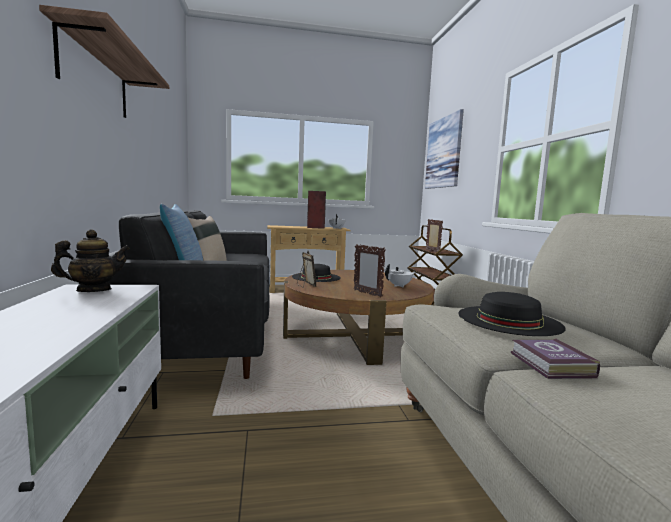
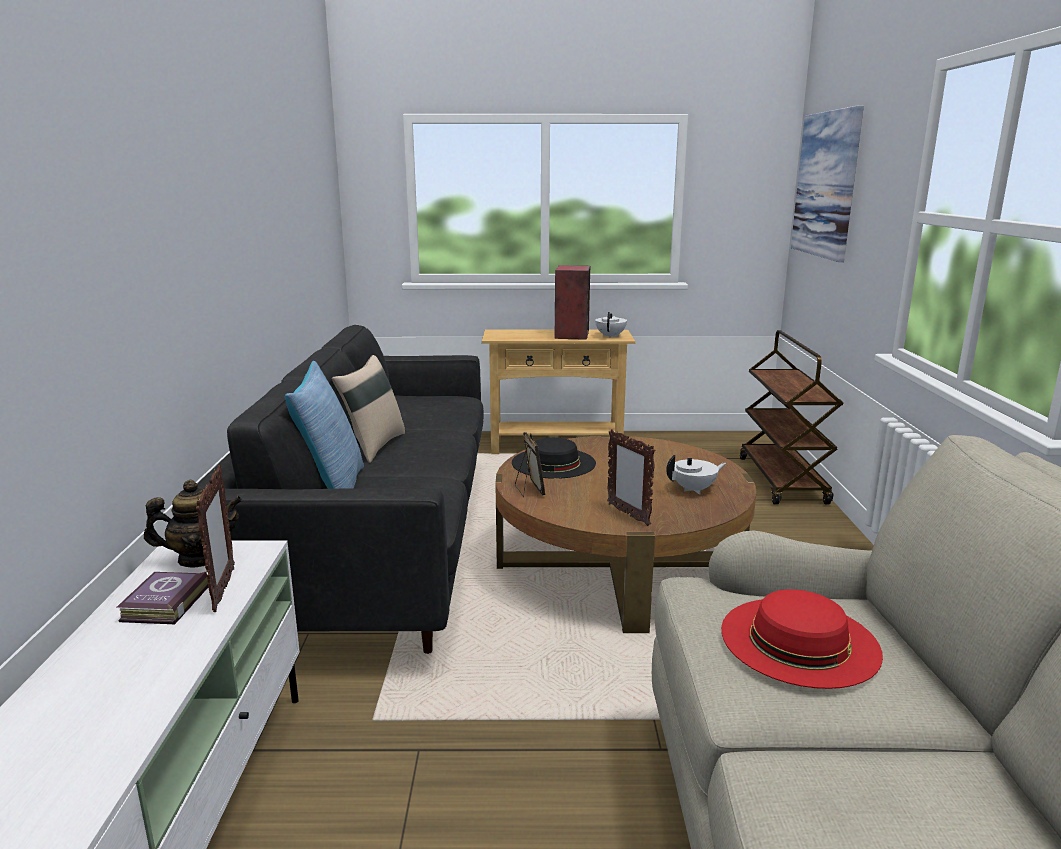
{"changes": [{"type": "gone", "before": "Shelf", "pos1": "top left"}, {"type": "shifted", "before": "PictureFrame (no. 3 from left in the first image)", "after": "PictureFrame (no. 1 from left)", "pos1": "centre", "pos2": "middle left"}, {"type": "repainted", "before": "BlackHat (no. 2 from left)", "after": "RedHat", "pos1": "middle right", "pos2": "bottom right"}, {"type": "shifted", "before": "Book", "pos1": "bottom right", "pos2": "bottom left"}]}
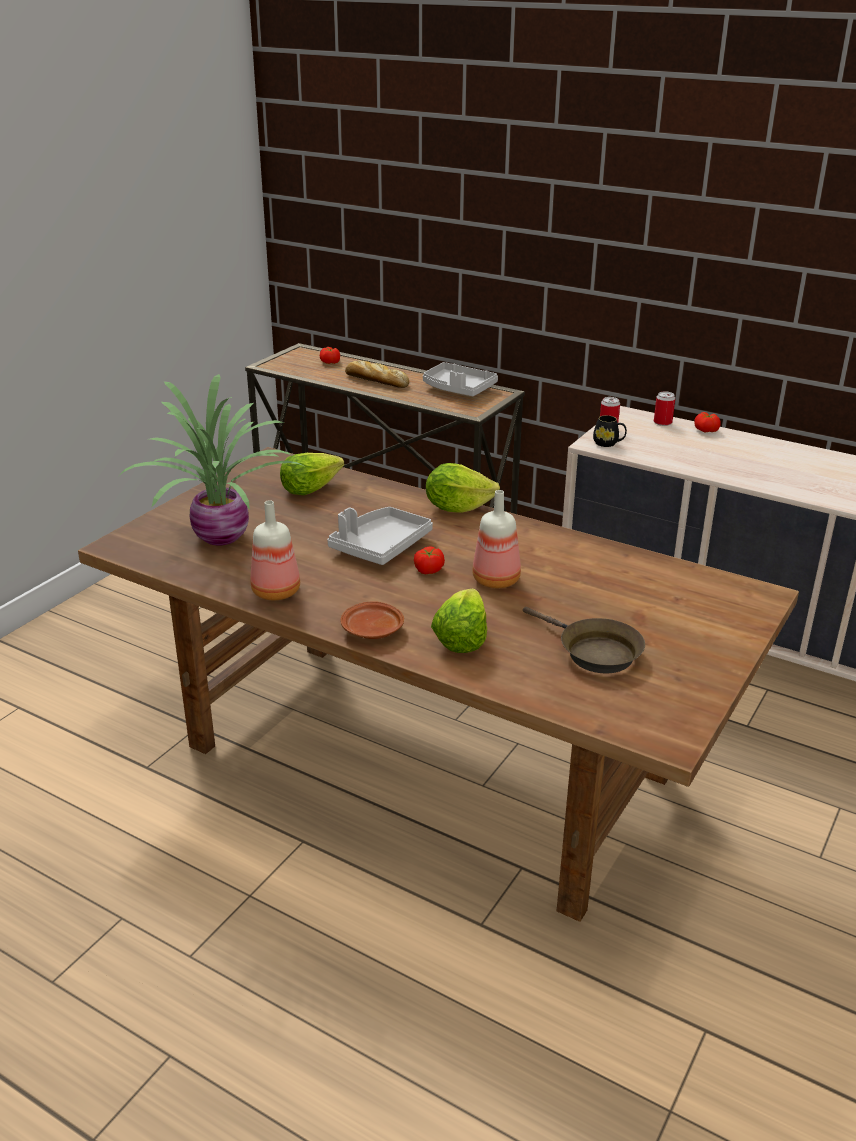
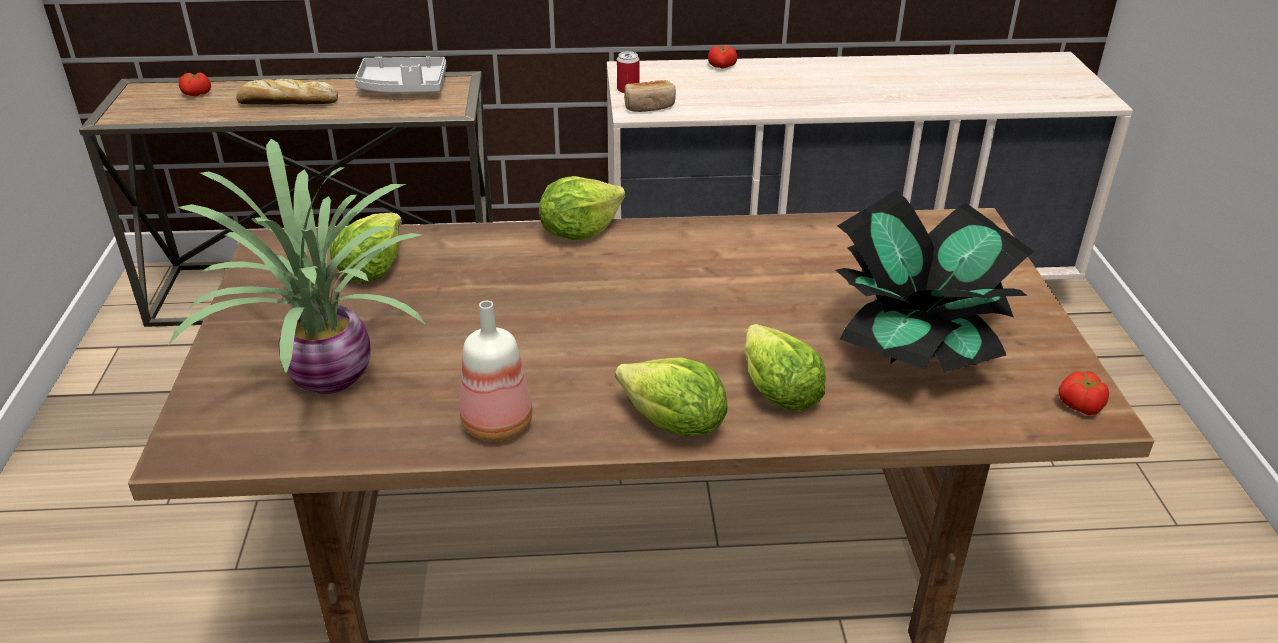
{"changes": [{"type": "gone", "before": "GreyTray (no. 1 from left)", "pos1": "centre"}, {"type": "swapped", "before": "BrownPlate", "after": "Lettuce (no. 3 from left)", "pos1": "centre", "pos2": "centre"}, {"type": "shifted", "before": "Tomato (no. 2 from left in the first image)", "after": "Tomato (no. 3 from left)", "pos1": "centre", "pos2": "middle right"}, {"type": "gone", "before": "Bottle (no. 2 from left)", "pos1": "centre"}, {"type": "swapped", "before": "BrownFryingPan", "after": "PottedPlant (no. 2 from left)", "pos1": "middle right", "pos2": "middle right"}, {"type": "swapped", "before": "BlackMug", "after": "Bread (no. 2 from left)", "pos1": "middle right", "pos2": "top centre"}, {"type": "gone", "before": "Can (no. 2 from left)", "pos1": "middle right"}]}
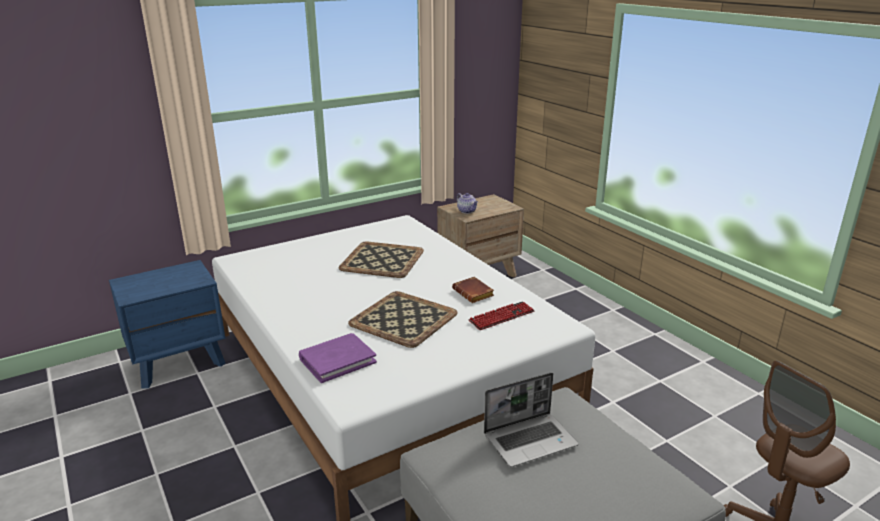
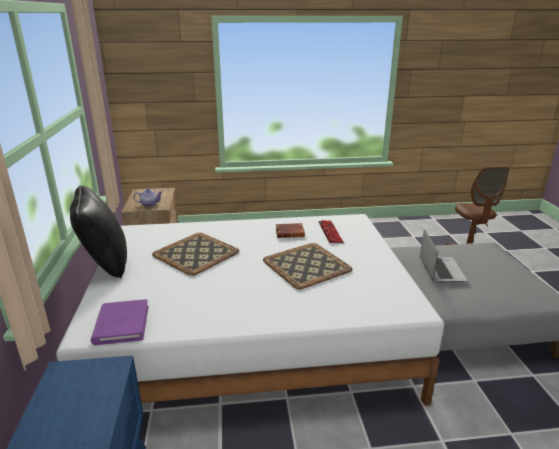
{"changes": [{"type": "shifted", "before": "PurpleBook", "pos1": "bottom centre", "pos2": "bottom left"}, {"type": "new", "after": "BlackPillow", "pos2": "middle left"}]}
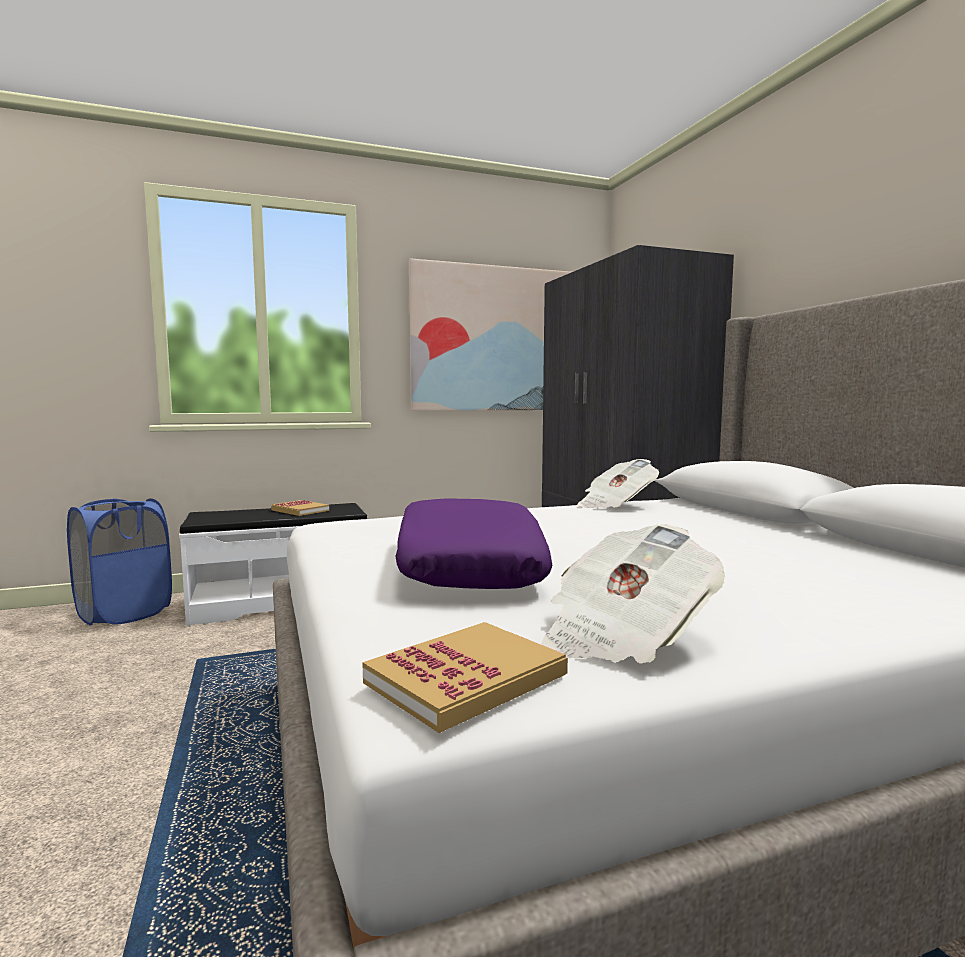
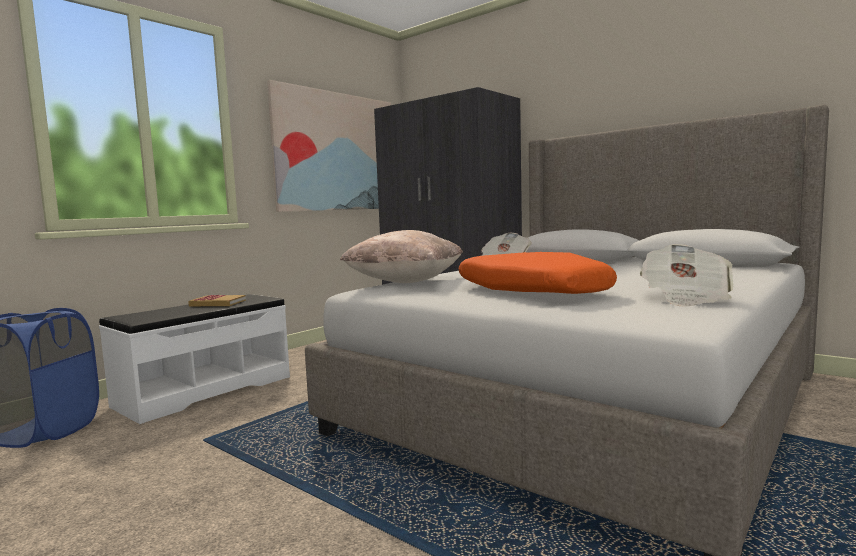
{"changes": [{"type": "gone", "before": "Book (no. 2 from left)", "pos1": "bottom centre"}, {"type": "repainted", "before": "PurplePillow", "after": "OrangePillow", "pos1": "centre", "pos2": "centre"}, {"type": "new", "after": "BeigePillow", "pos2": "centre"}]}
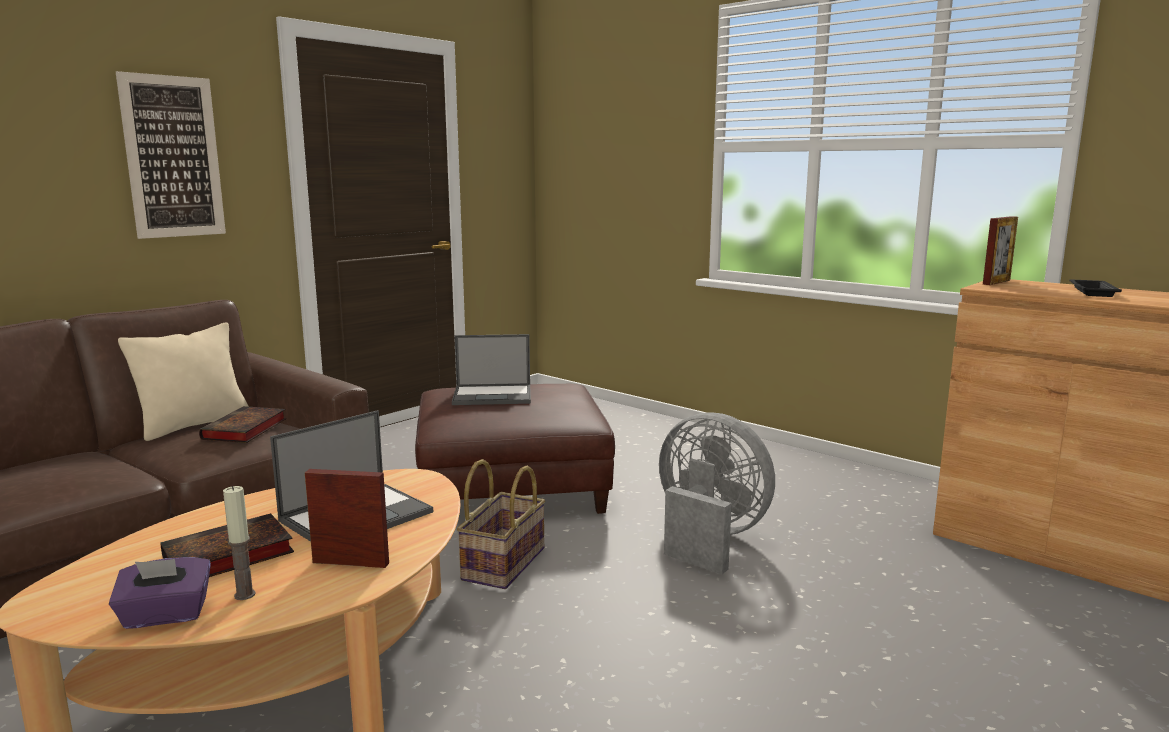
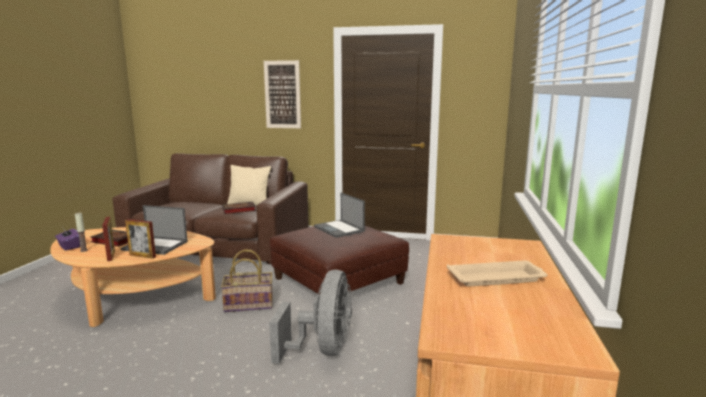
{"changes": [{"type": "shifted", "before": "PictureFrame (no. 2 from left)", "pos1": "middle right", "pos2": "middle left"}, {"type": "repainted", "before": "BlackTray", "after": "BeigeTray", "pos1": "middle right", "pos2": "bottom right"}]}
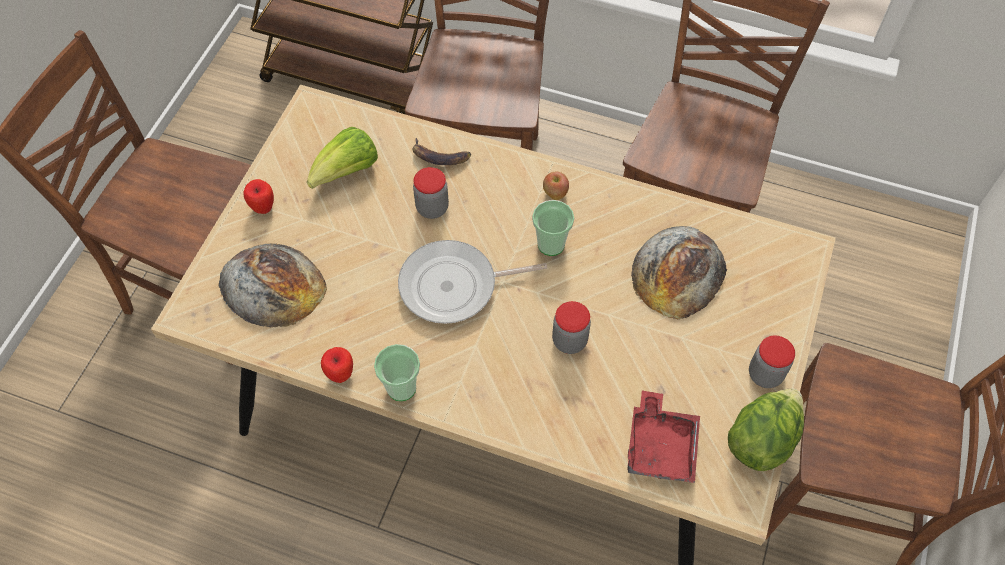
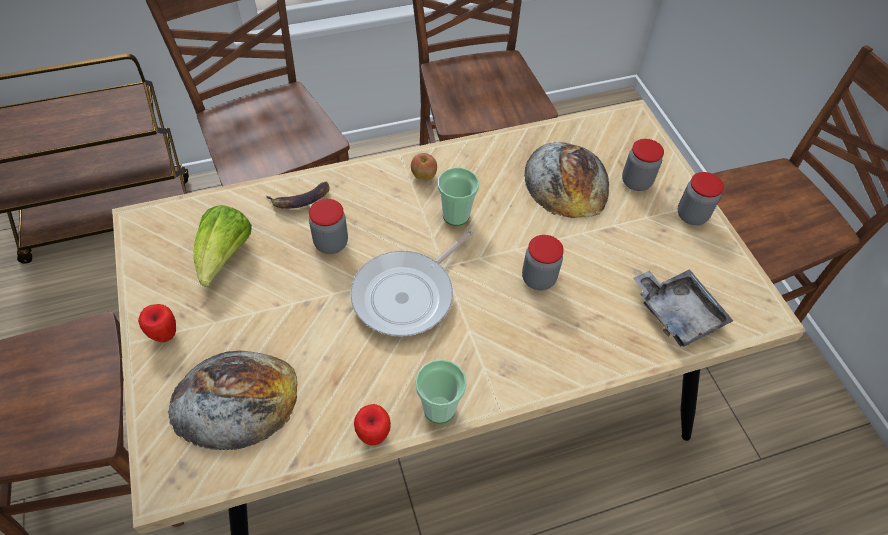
{"changes": [{"type": "repainted", "before": "RedTray", "after": "GreyTray", "pos1": "bottom centre", "pos2": "middle right"}, {"type": "gone", "before": "Lettuce (no. 2 from left)", "pos1": "bottom right"}, {"type": "new", "after": "Jar (no. 3 from left)", "pos2": "top right"}]}
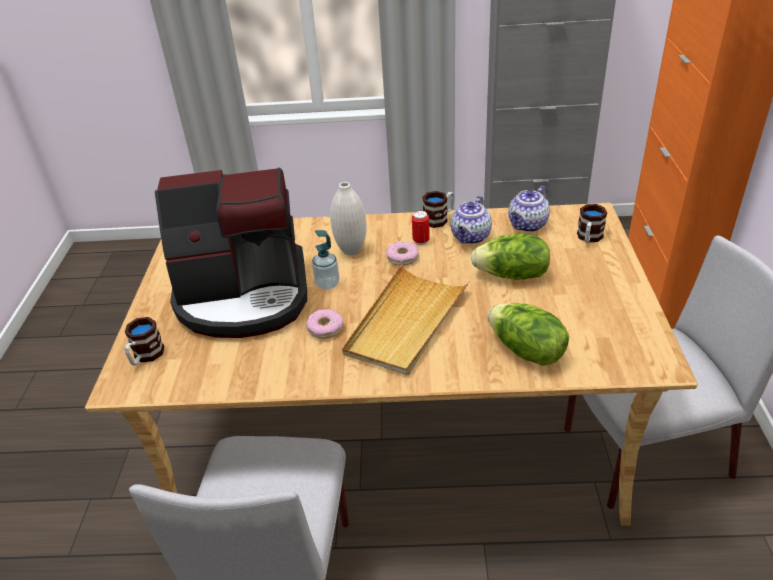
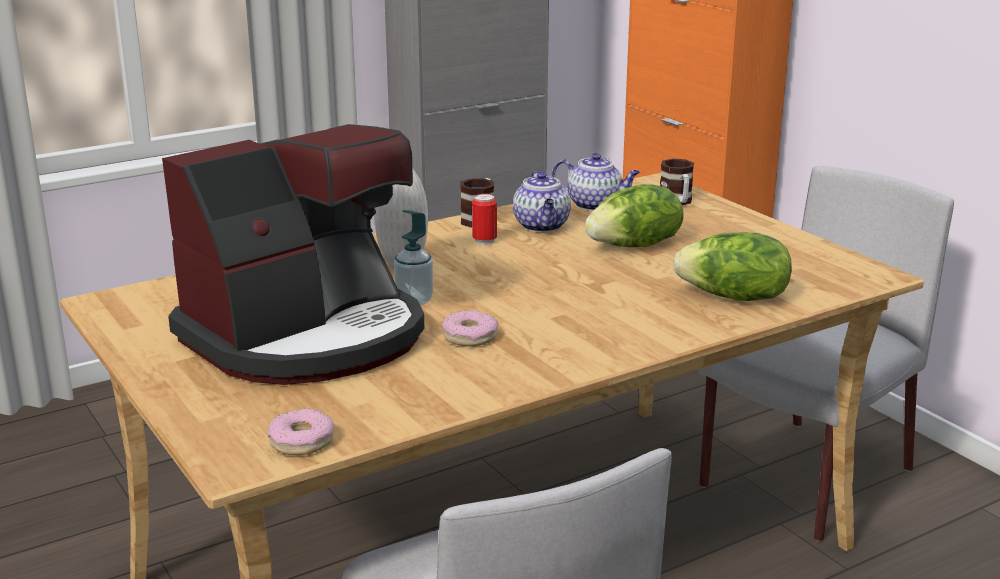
{"changes": [{"type": "gone", "before": "Mug (no. 1 from left)", "pos1": "middle left"}, {"type": "gone", "before": "BeigeTray", "pos1": "centre"}, {"type": "shifted", "before": "Donut (no. 2 from left in the first image)", "after": "Donut (no. 1 from left)", "pos1": "centre", "pos2": "bottom left"}, {"type": "rotated", "before": "Teapot (no. 2 from left)", "pos1": "middle right", "pos2": "top centre", "turn": -75}]}
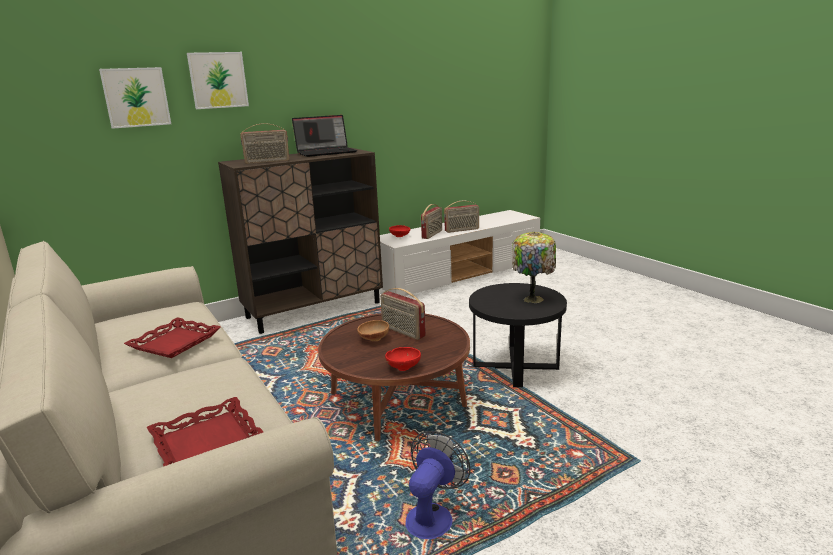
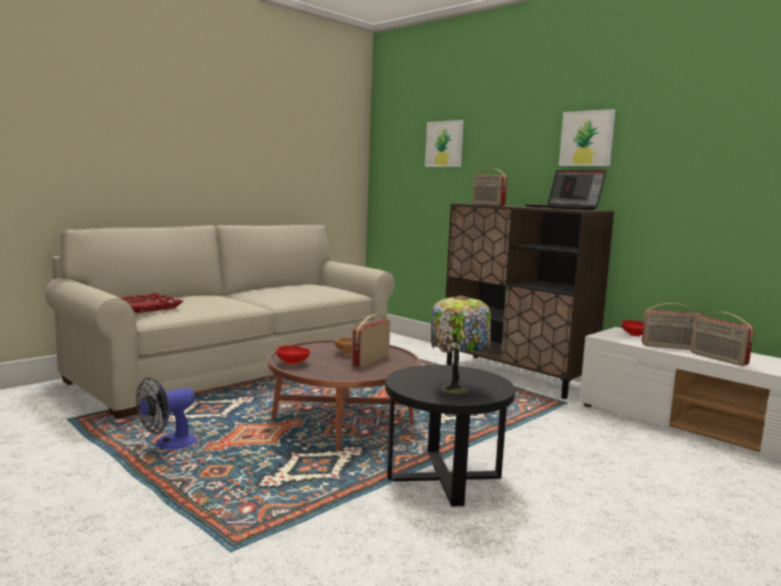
{"changes": [{"type": "gone", "before": "RedTray (no. 1 from left)", "pos1": "middle left"}, {"type": "shifted", "before": "Picture (no. 2 from left)", "pos1": "top left", "pos2": "top right"}, {"type": "rotated", "before": "Fan", "pos1": "bottom centre", "pos2": "bottom left", "turn": 120}]}
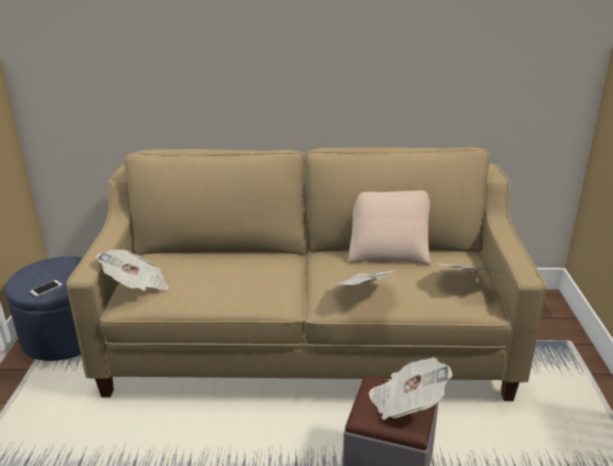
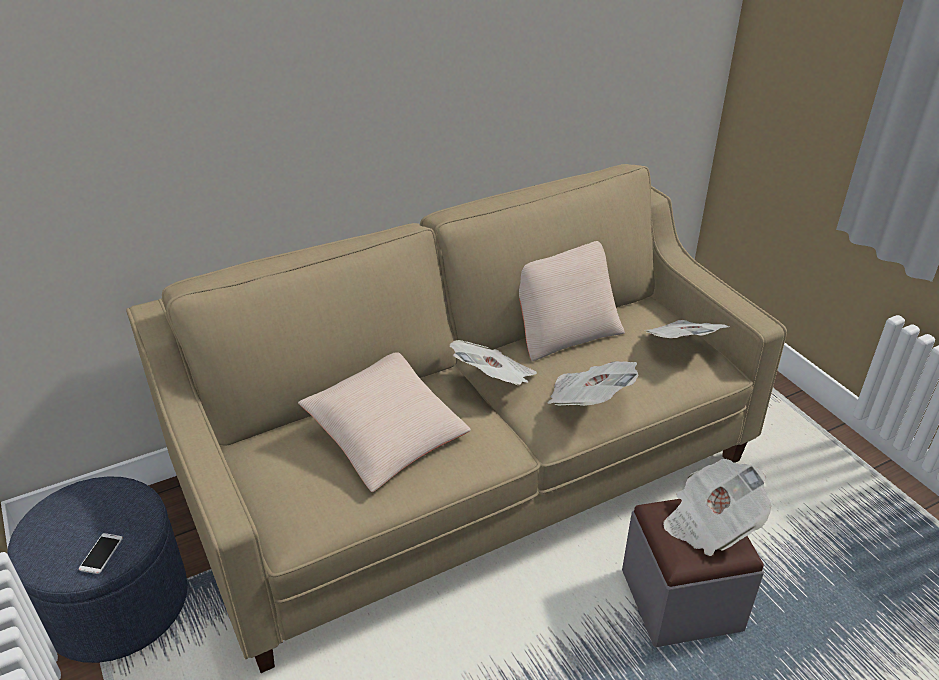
{"changes": [{"type": "shifted", "before": "Newspaper (no. 1 from left)", "pos1": "middle left", "pos2": "centre"}, {"type": "new", "after": "BeigePillow (no. 1 from left)", "pos2": "centre"}]}
